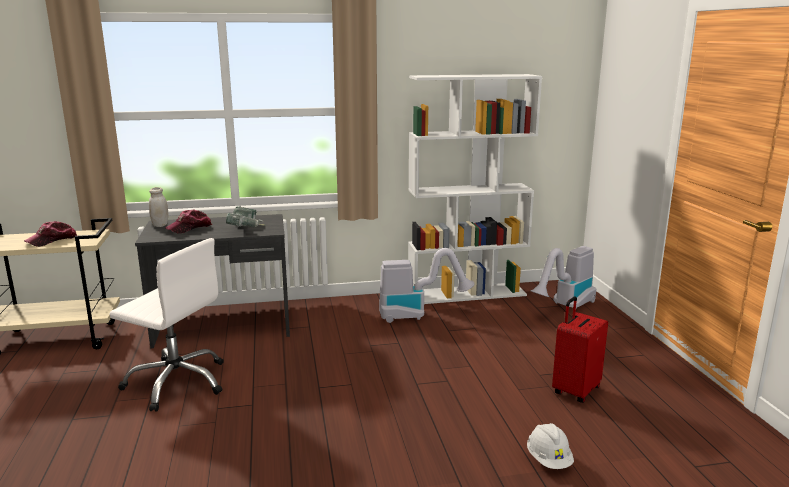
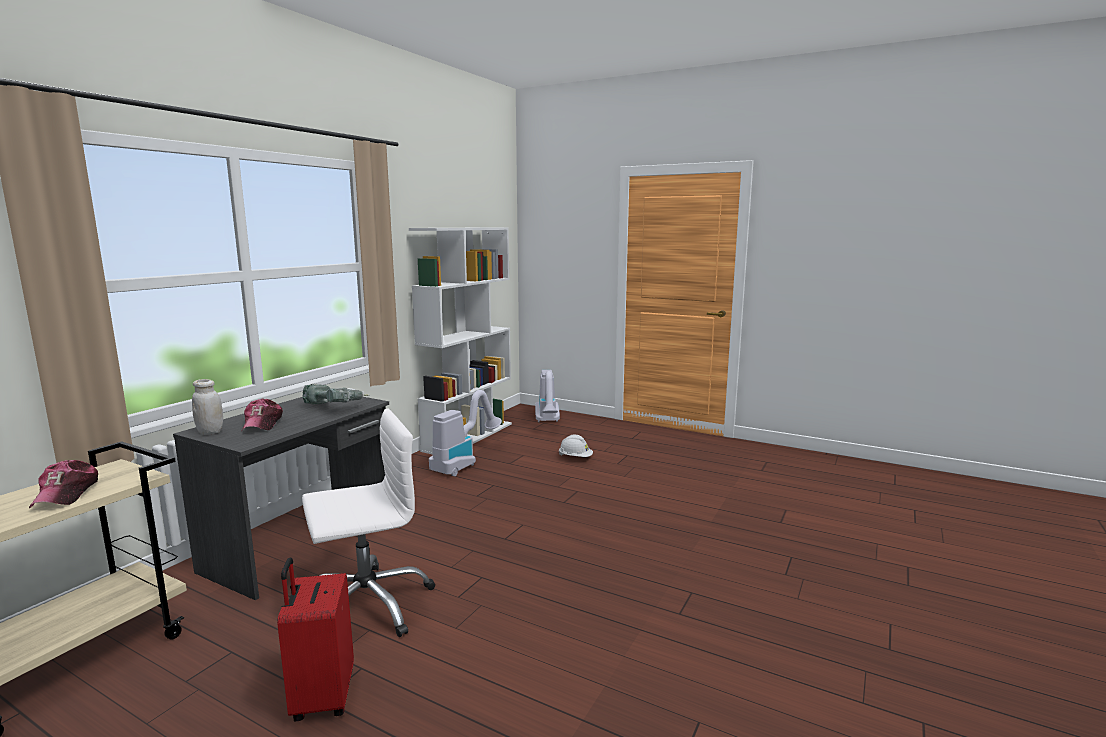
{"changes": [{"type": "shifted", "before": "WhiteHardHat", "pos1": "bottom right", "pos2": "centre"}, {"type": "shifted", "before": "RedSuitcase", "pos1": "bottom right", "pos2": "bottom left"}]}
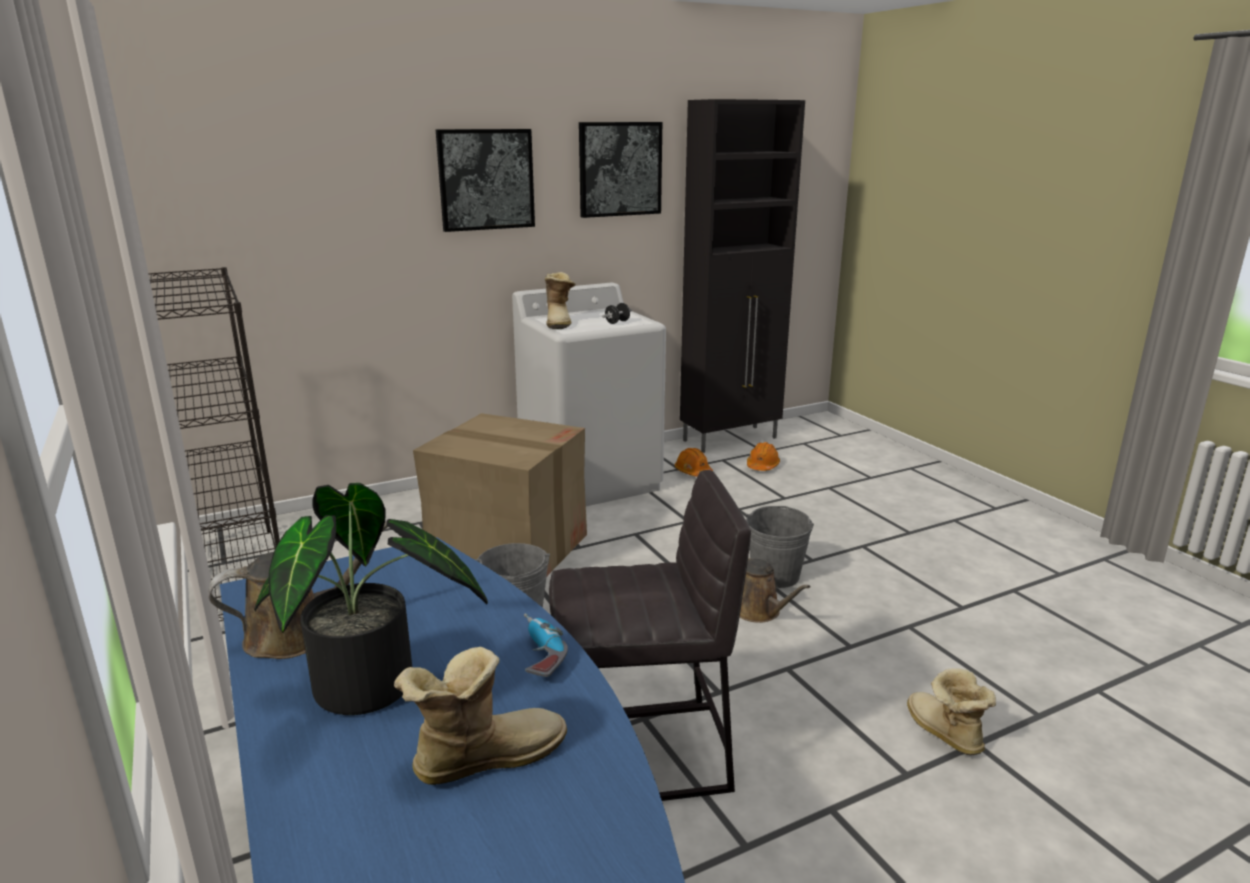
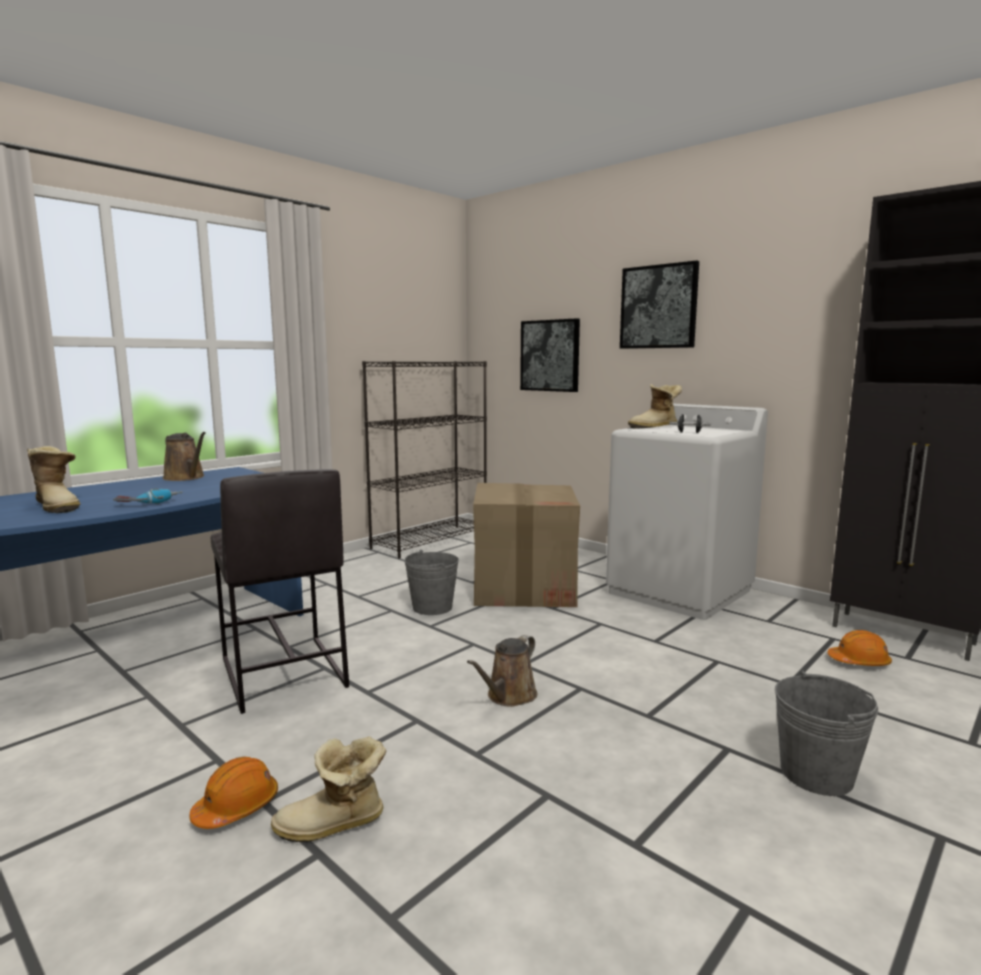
{"changes": [{"type": "gone", "before": "PottedPlant", "pos1": "bottom left"}, {"type": "shifted", "before": "Picture (no. 2 from left in the first image)", "after": "Picture (no. 1 from left)", "pos1": "top centre", "pos2": "centre"}, {"type": "shifted", "before": "OrangeHardHat (no. 1 from left)", "pos1": "centre", "pos2": "bottom left"}, {"type": "shifted", "before": "GreyBucket (no. 2 from left)", "pos1": "centre", "pos2": "bottom right"}, {"type": "rotated", "before": "Boot (no. 3 from left in the first image)", "pos1": "bottom right", "pos2": "bottom centre", "turn": -150}]}
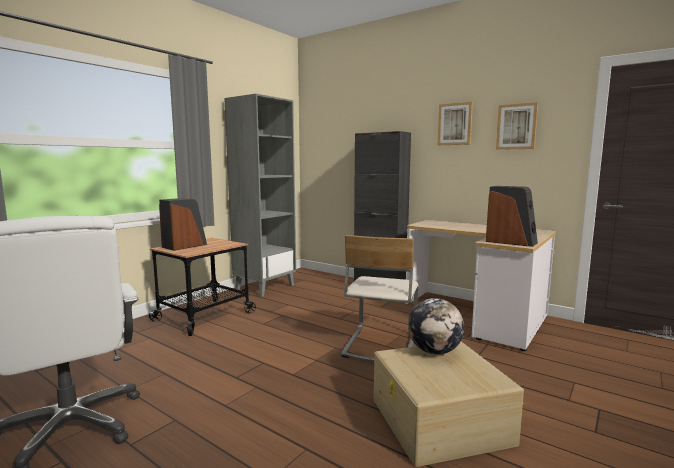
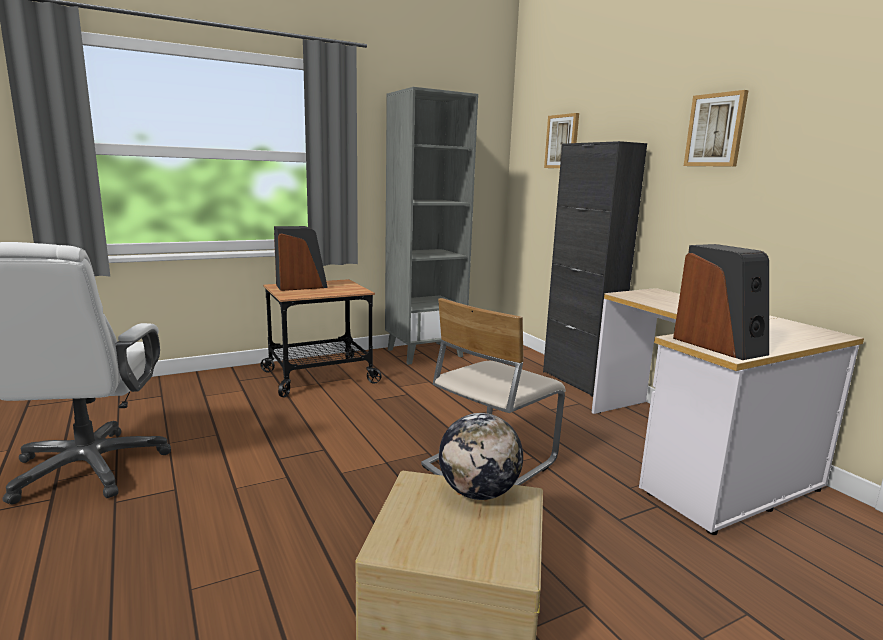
{"changes": [{"type": "shifted", "before": "Picture (no. 2 from left in the first image)", "after": "Picture (no. 1 from left)", "pos1": "top right", "pos2": "top centre"}]}
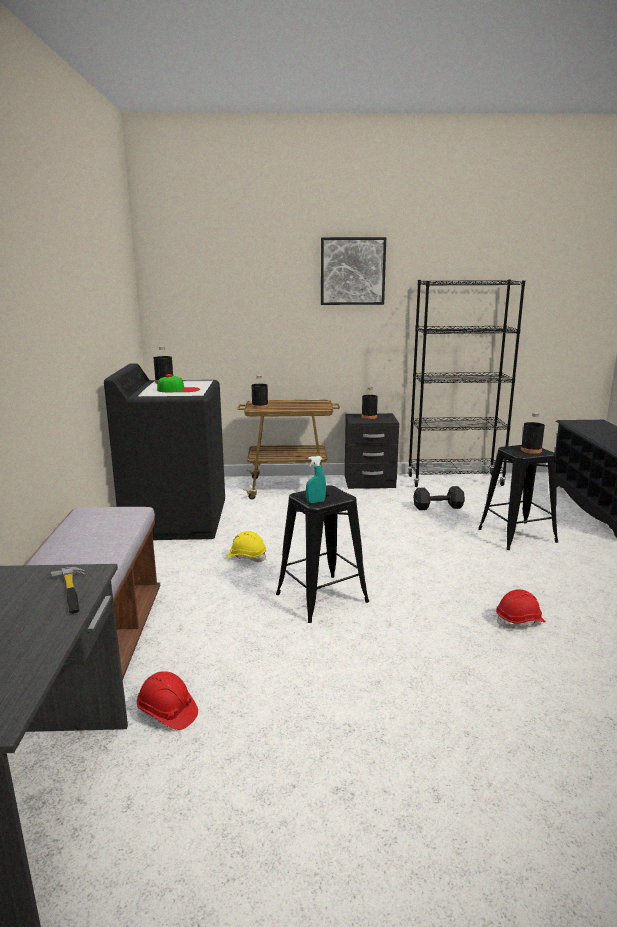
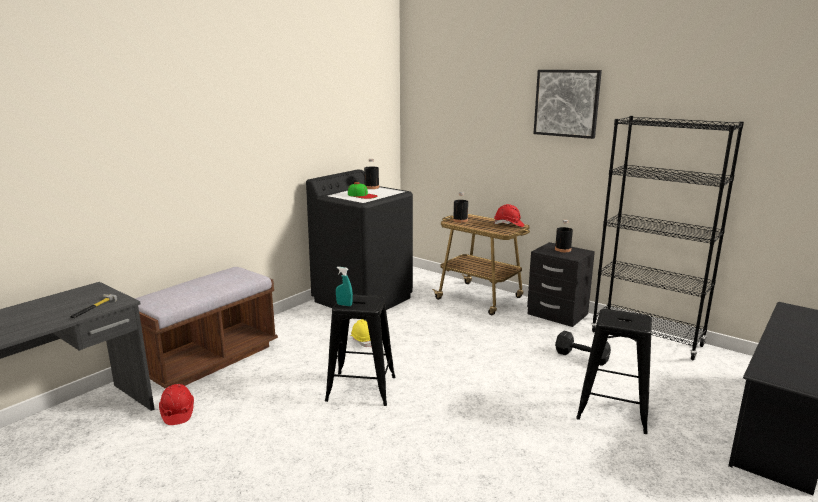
{"changes": [{"type": "shifted", "before": "RedHardHat (no. 2 from left)", "pos1": "middle right", "pos2": "centre"}, {"type": "gone", "before": "BlackBottle (no. 4 from left)", "pos1": "middle right"}]}
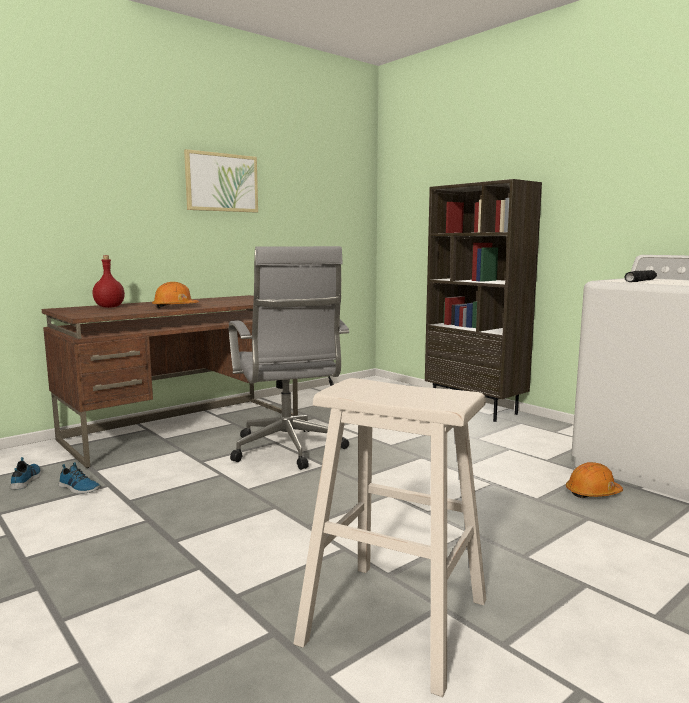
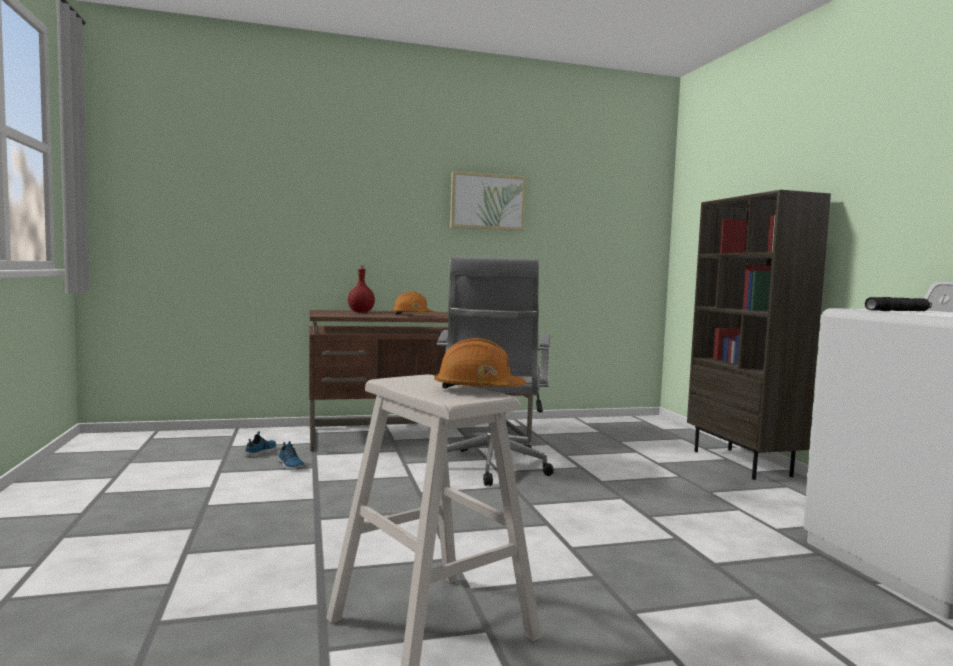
{"changes": [{"type": "shifted", "before": "OrangeHardHat (no. 2 from left)", "pos1": "bottom right", "pos2": "centre"}]}
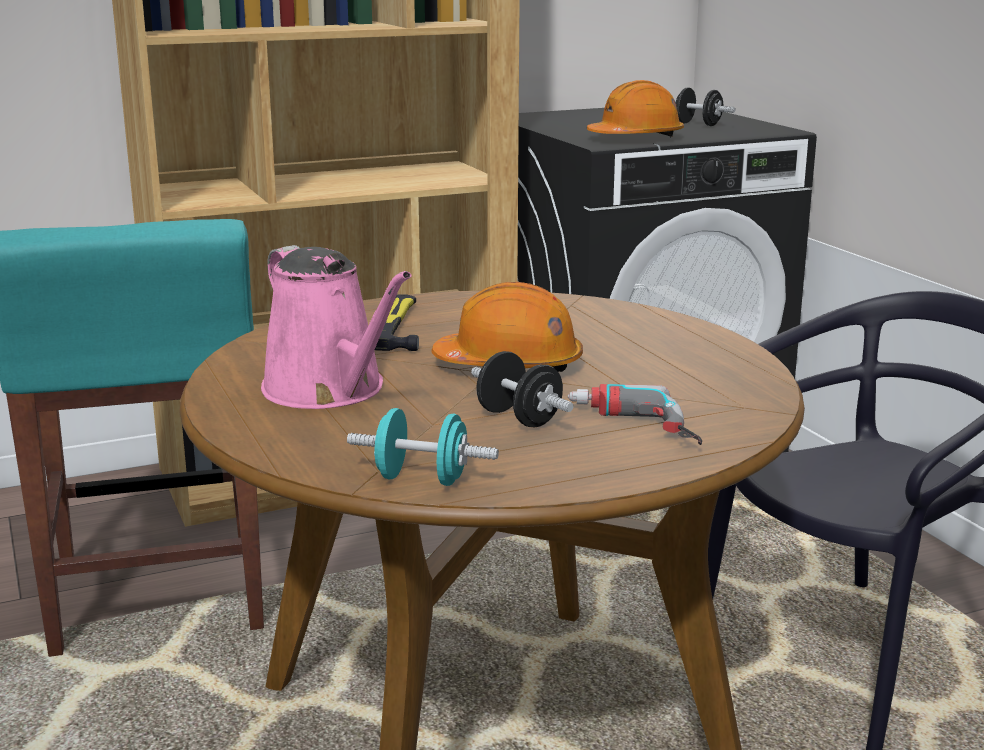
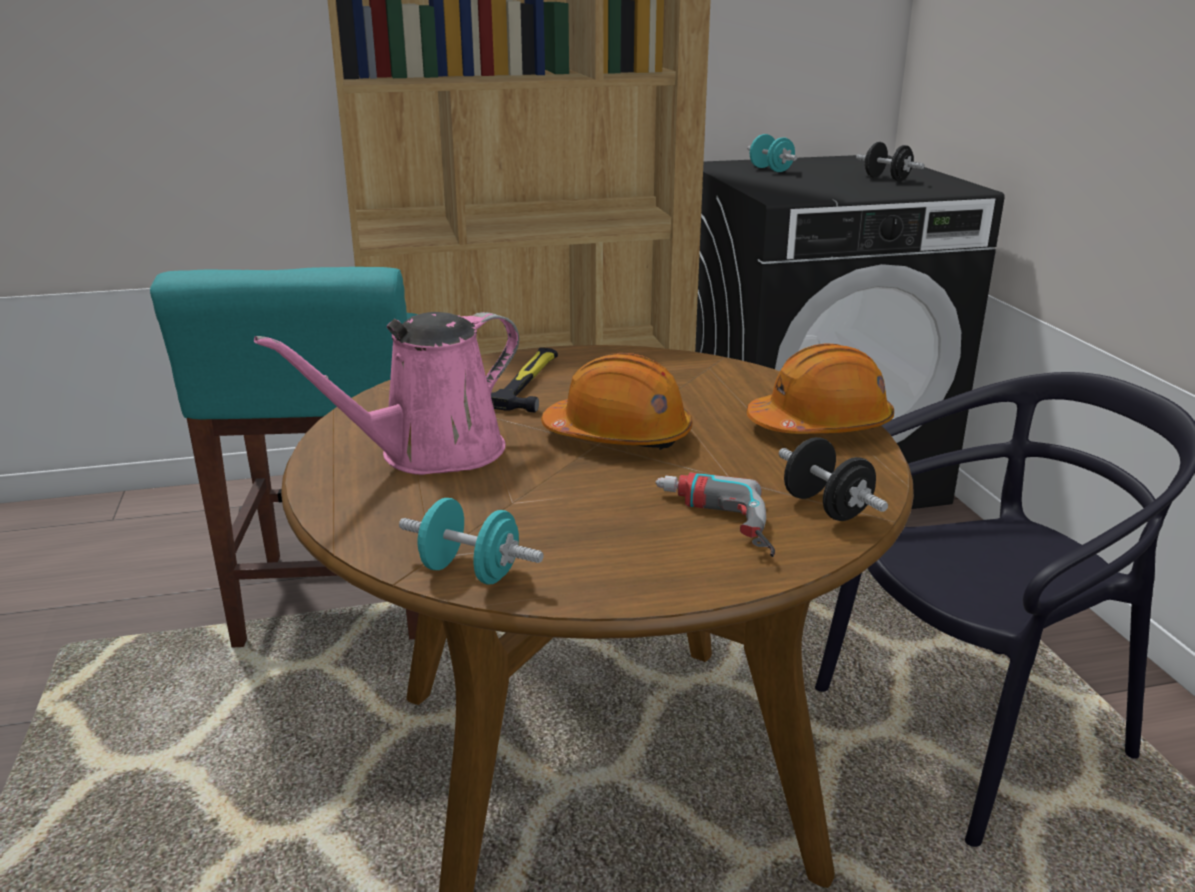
{"changes": [{"type": "rotated", "before": "PinkWateringCan", "pos1": "centre", "pos2": "middle left", "turn": 75}, {"type": "shifted", "before": "BlackDumbbell (no. 1 from left)", "pos1": "centre", "pos2": "middle right"}, {"type": "shifted", "before": "OrangeHardHat (no. 2 from left)", "pos1": "top centre", "pos2": "middle right"}, {"type": "new", "after": "TurquoiseDumbbell (no. 2 from left)", "pos2": "top centre"}]}
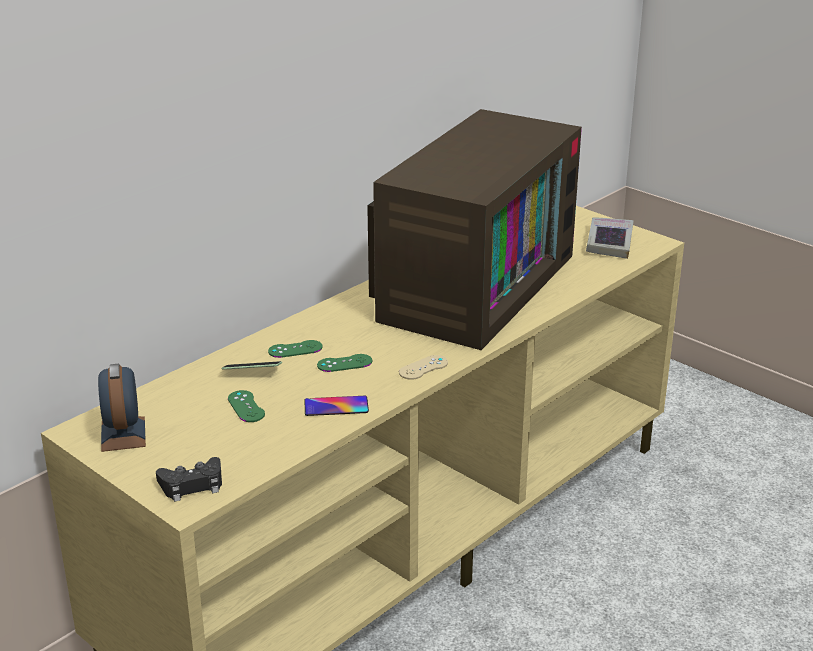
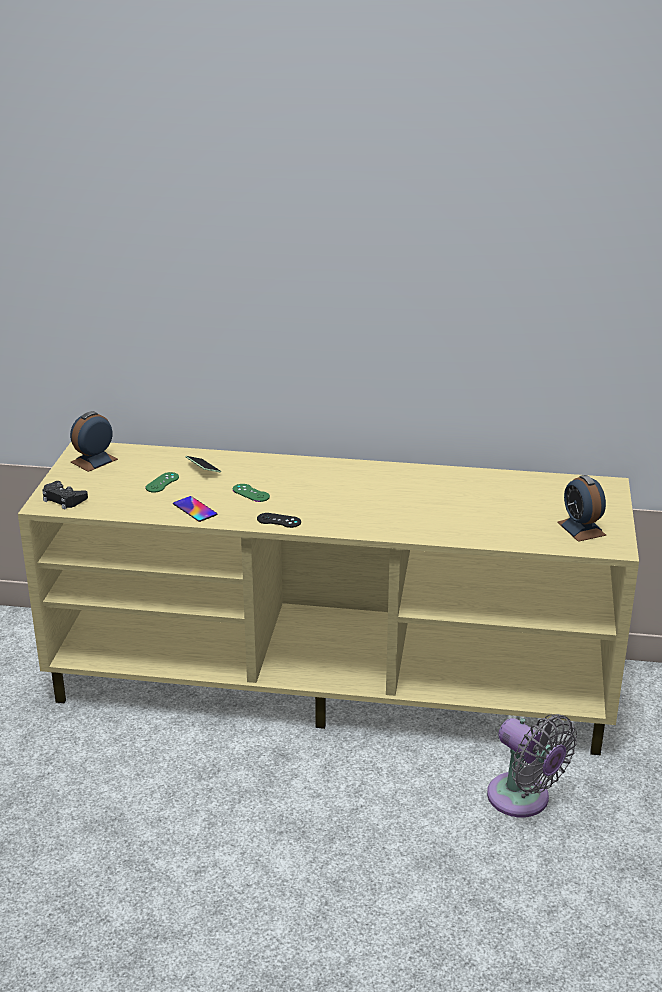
{"changes": [{"type": "gone", "before": "GreenGameController (no. 2 from left)", "pos1": "centre"}, {"type": "gone", "before": "Television", "pos1": "centre"}, {"type": "repainted", "before": "BeigeGameController", "after": "BlackGameController (no. 2 from left)", "pos1": "centre", "pos2": "centre"}, {"type": "swapped", "before": "Book", "after": "AlarmClock (no. 2 from left)", "pos1": "middle right", "pos2": "middle right"}, {"type": "new", "after": "GreyFan", "pos2": "bottom right"}]}
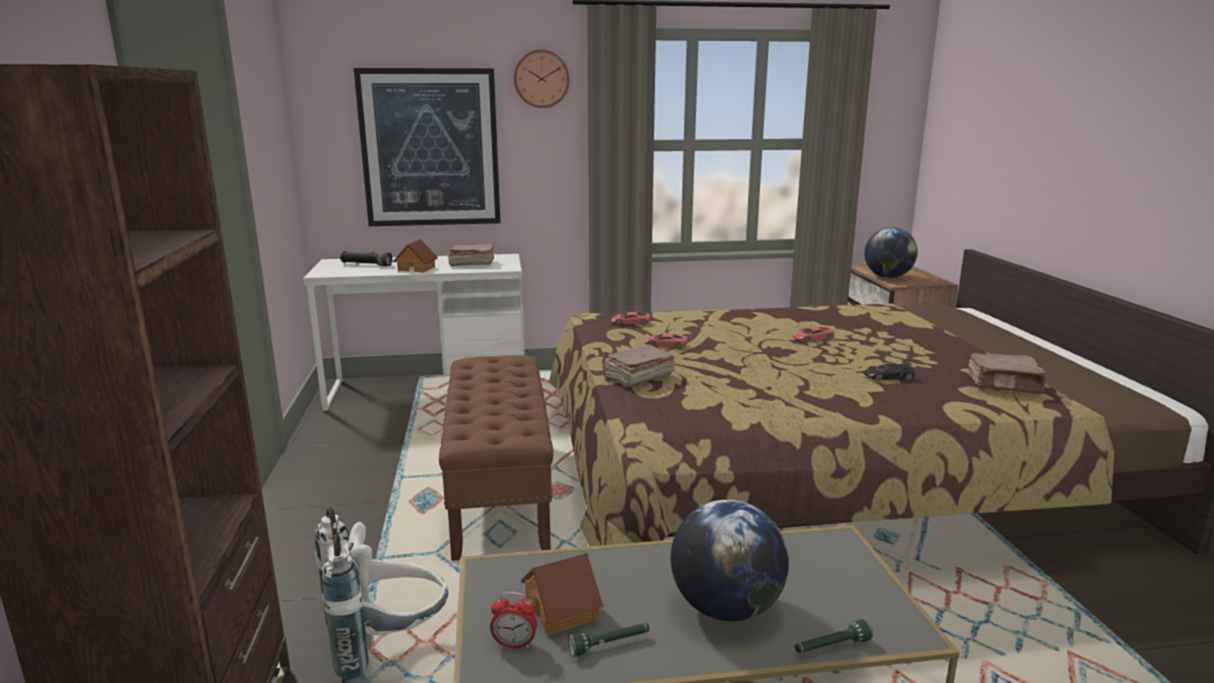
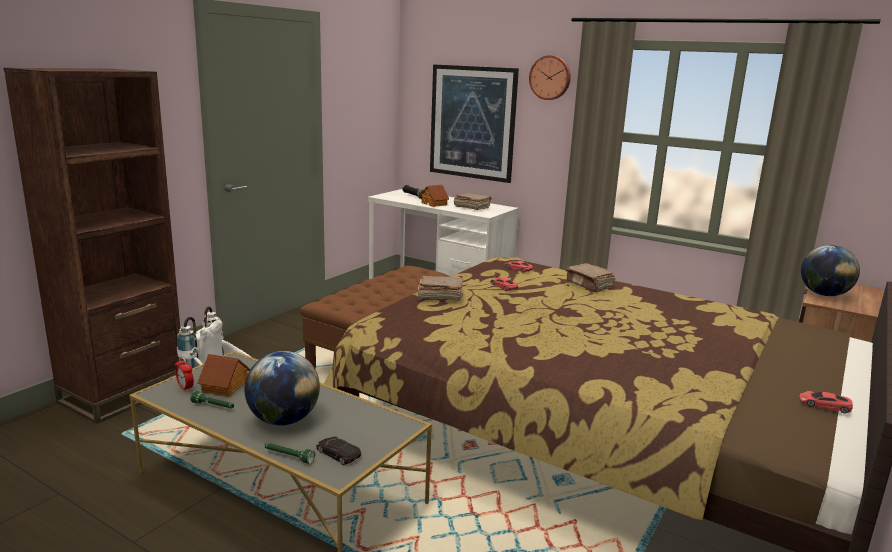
{"changes": [{"type": "shifted", "before": "RedToyCar (no. 3 from left)", "pos1": "middle right", "pos2": "bottom right"}, {"type": "shifted", "before": "BlackToyCar", "pos1": "middle right", "pos2": "bottom centre"}, {"type": "shifted", "before": "BrownBook (no. 3 from left)", "pos1": "middle right", "pos2": "centre"}]}
